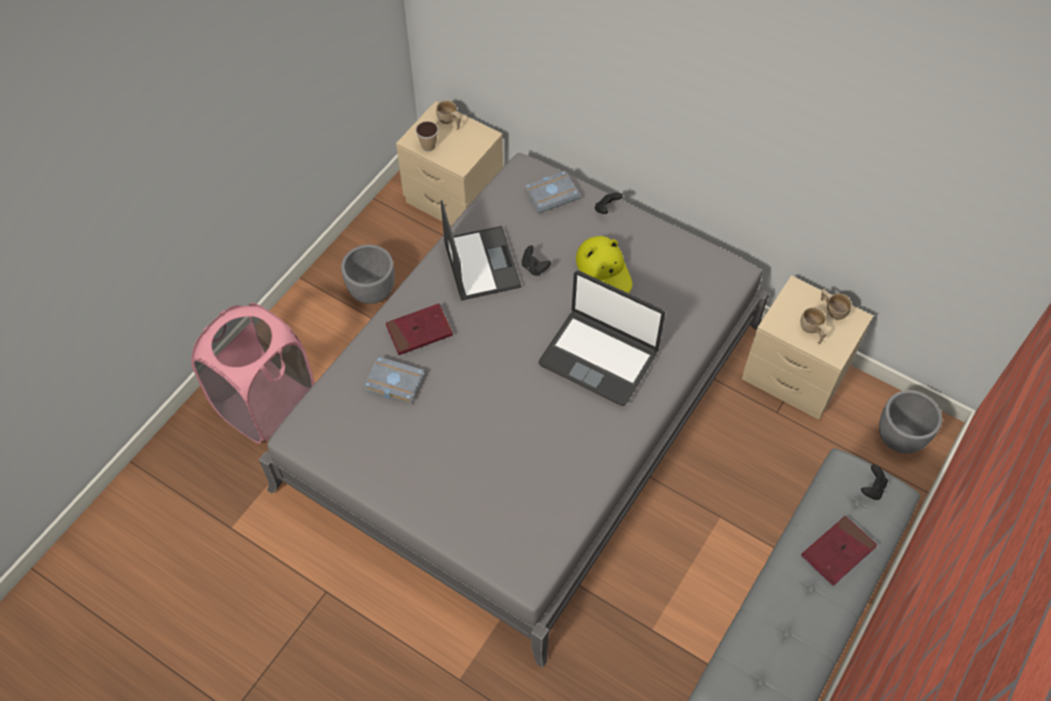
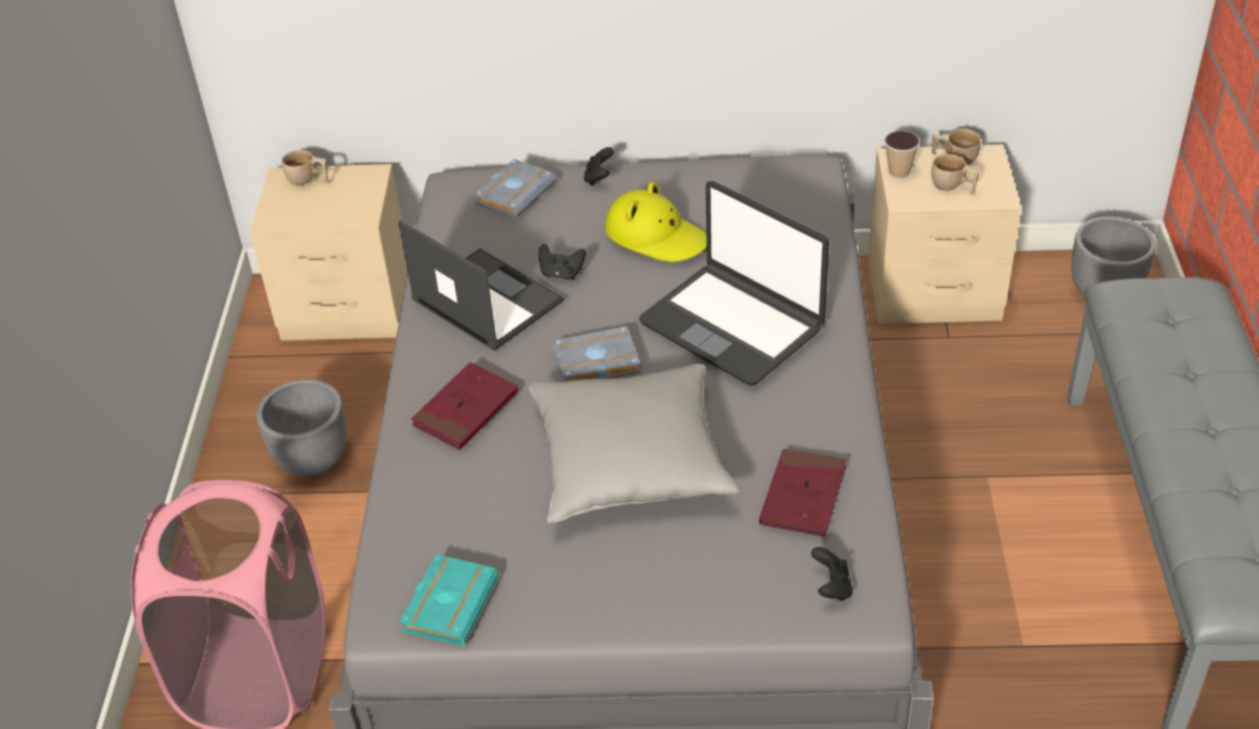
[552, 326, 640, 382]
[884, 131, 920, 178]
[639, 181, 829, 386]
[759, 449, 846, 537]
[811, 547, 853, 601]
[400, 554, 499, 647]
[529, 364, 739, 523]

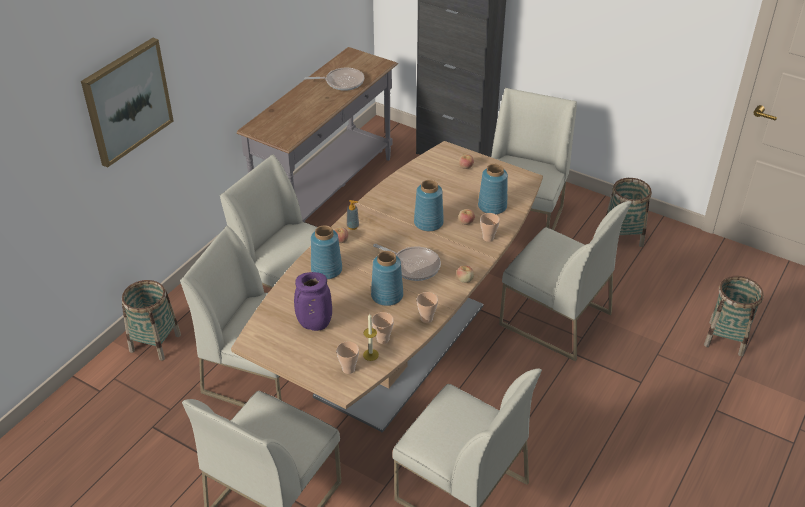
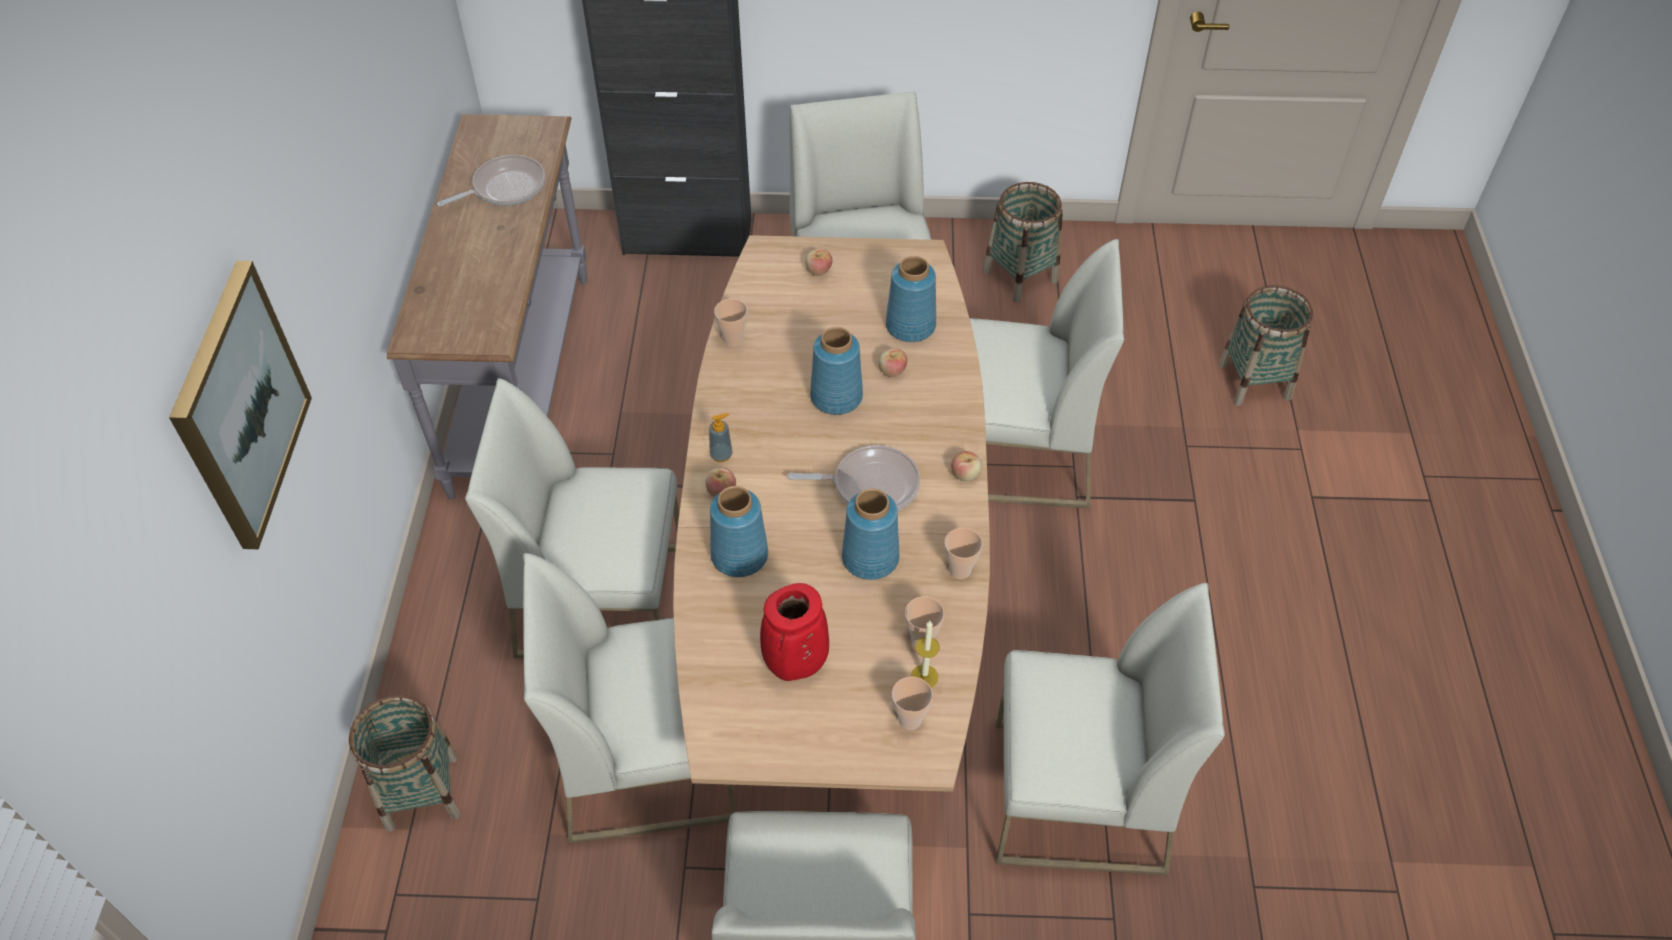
[760, 583, 829, 681]
[714, 299, 747, 347]

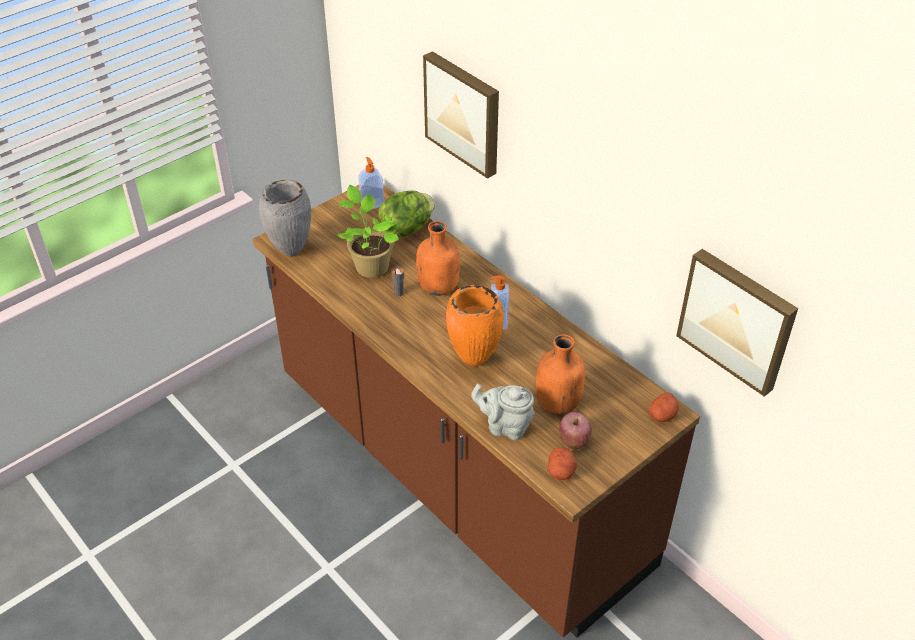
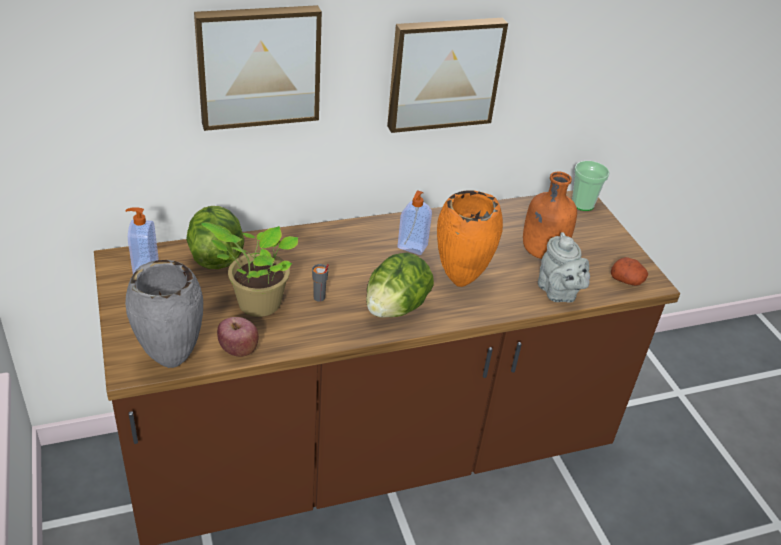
[416, 221, 460, 296] (first image)
[538, 232, 590, 302]
[217, 317, 259, 357]
[572, 161, 610, 211]
[387, 18, 508, 133]
[366, 253, 434, 318]

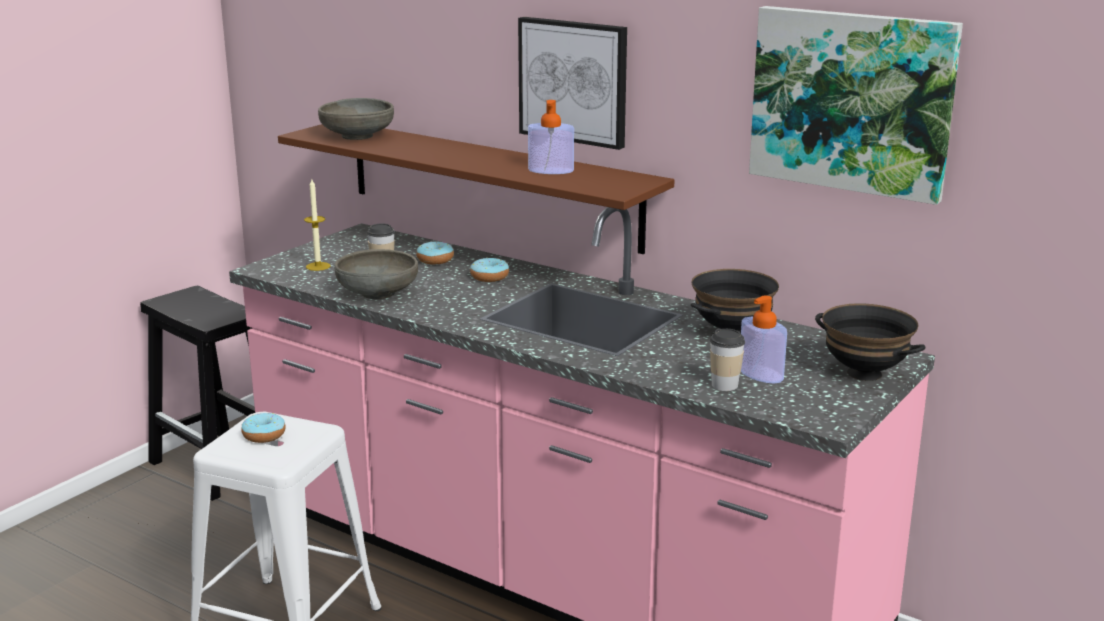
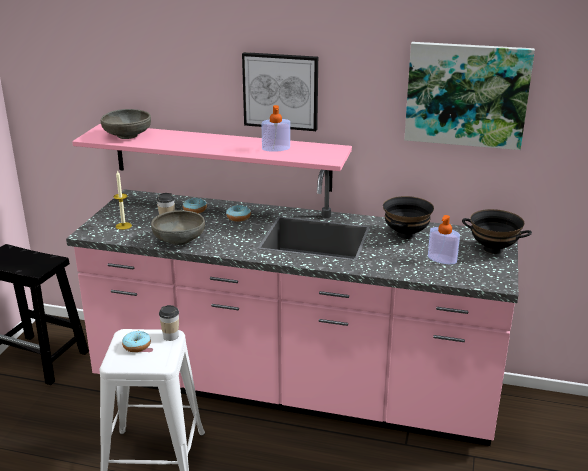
[72, 124, 352, 192]
[159, 305, 179, 341]

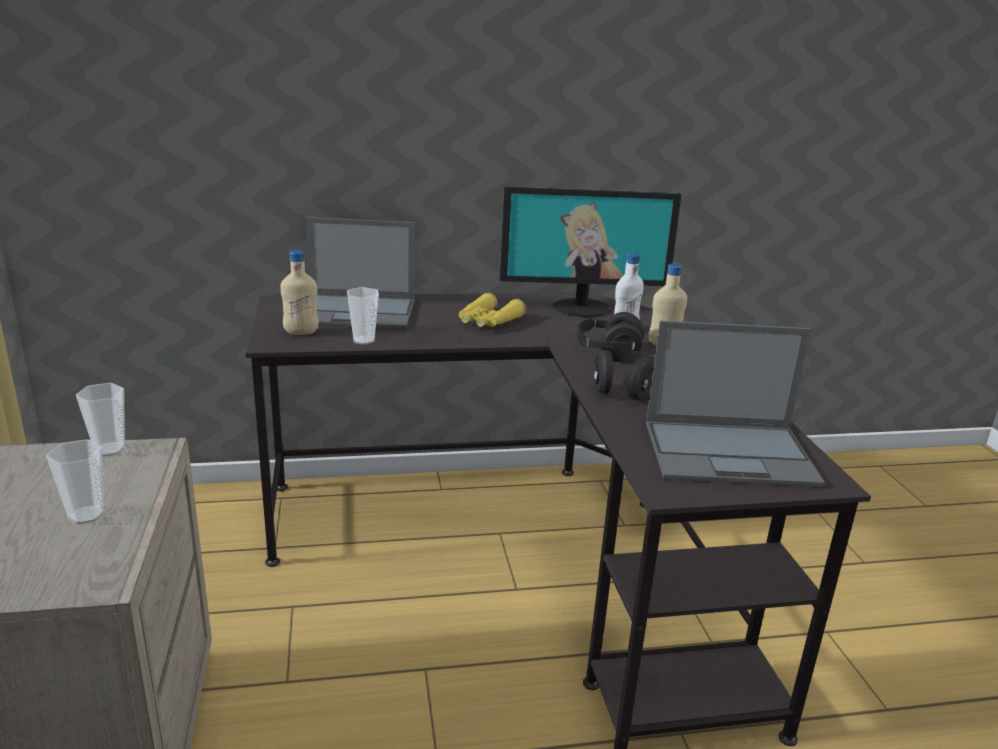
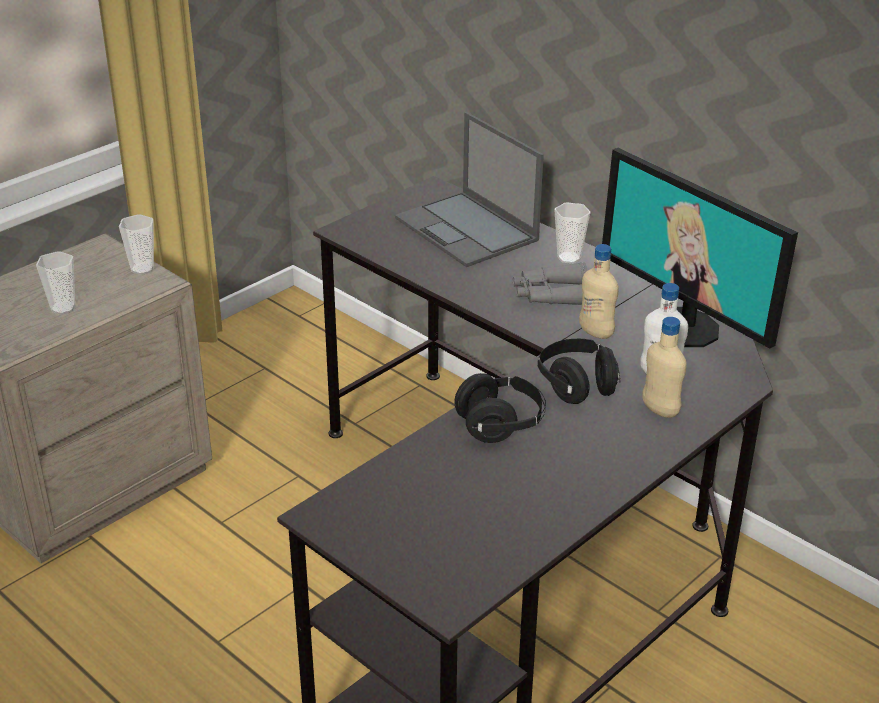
[579, 244, 619, 339]
[554, 203, 591, 264]
[513, 262, 587, 305]
[646, 321, 825, 487] (first image)

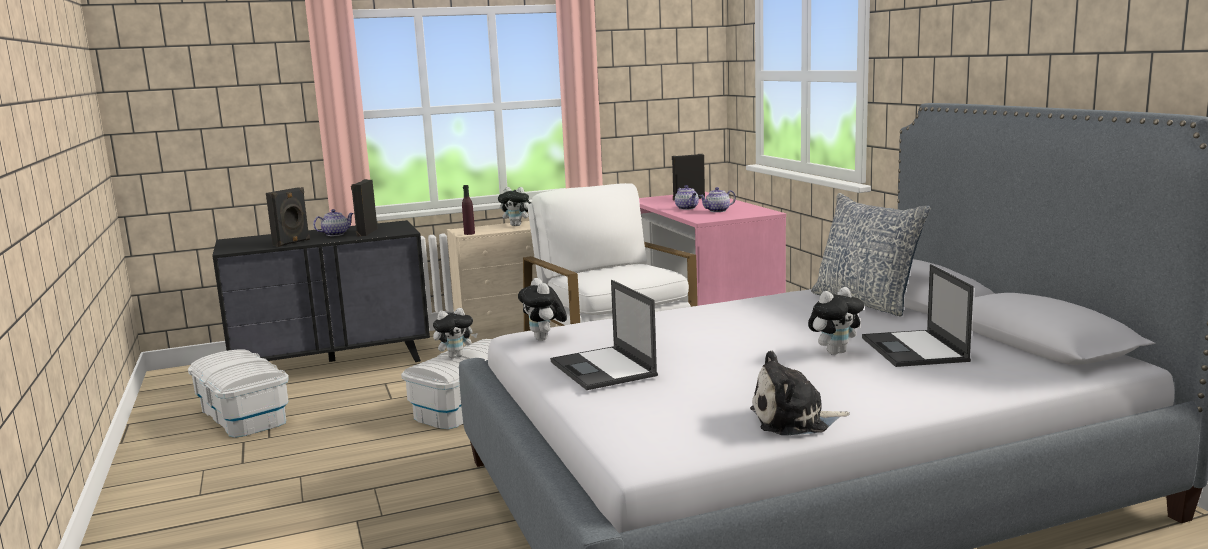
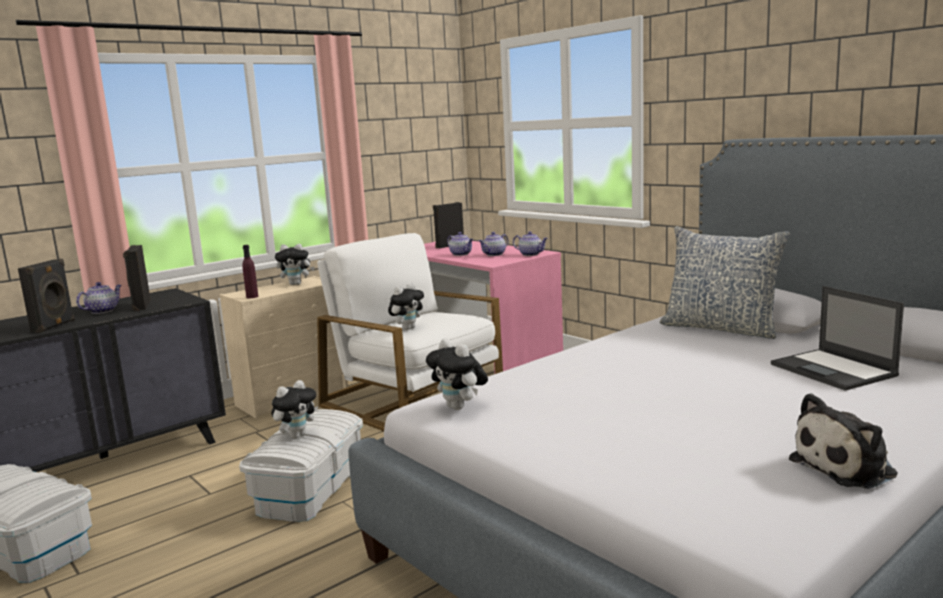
[550, 280, 658, 390] (first image)
[388, 283, 424, 330]
[513, 231, 548, 256]

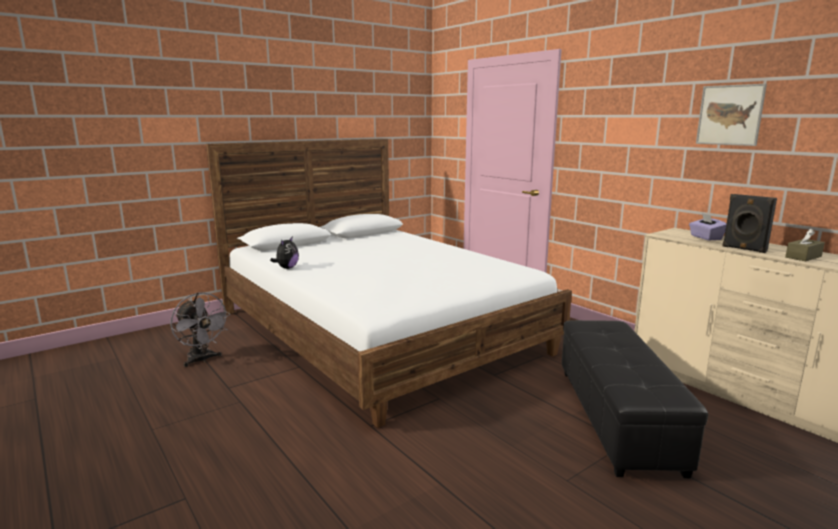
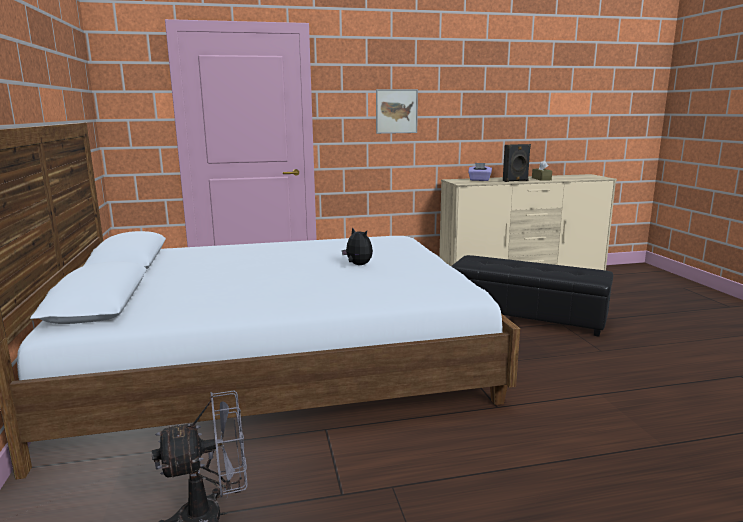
[342, 227, 373, 265]
[376, 89, 418, 134]

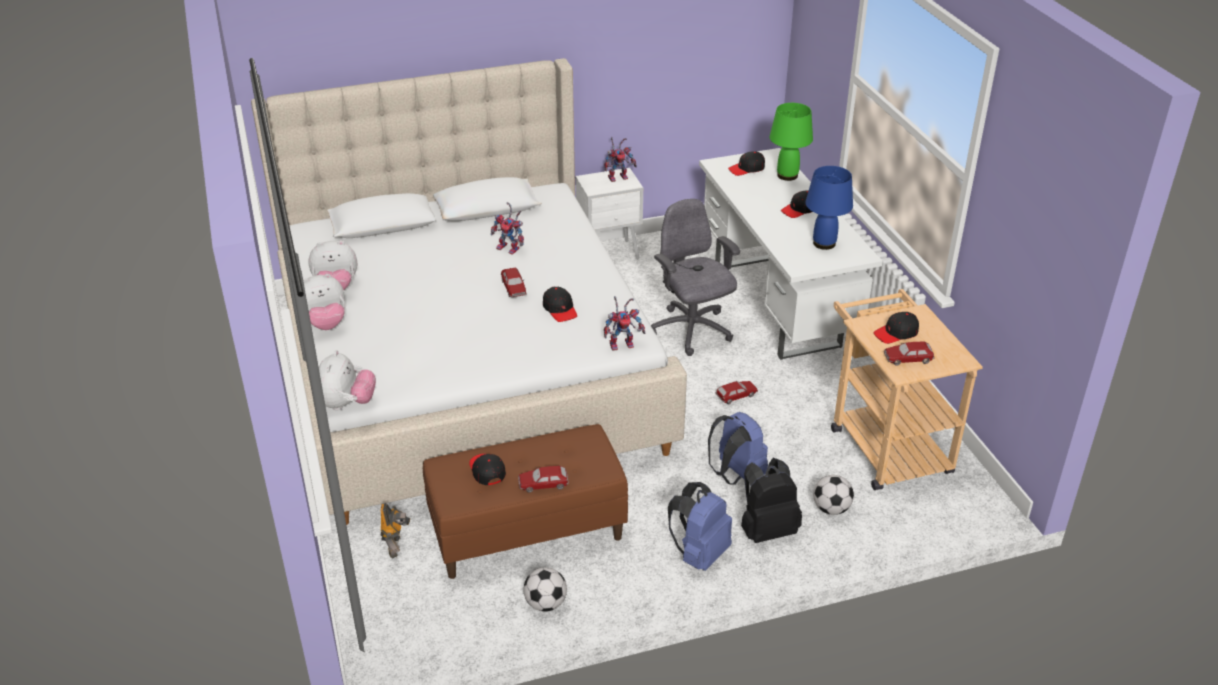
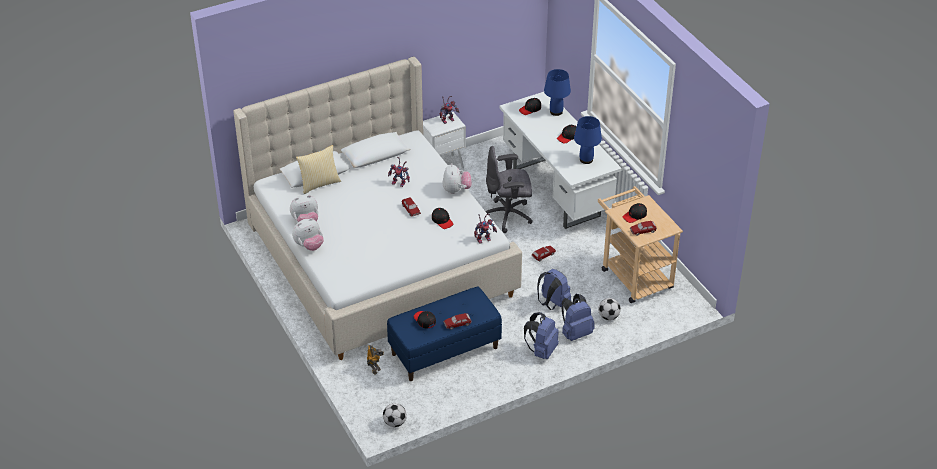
[443, 163, 472, 194]
[387, 286, 502, 381]
[383, 403, 407, 427]
[485, 146, 533, 233]
[561, 294, 595, 341]
[544, 69, 571, 116]
[296, 145, 341, 194]

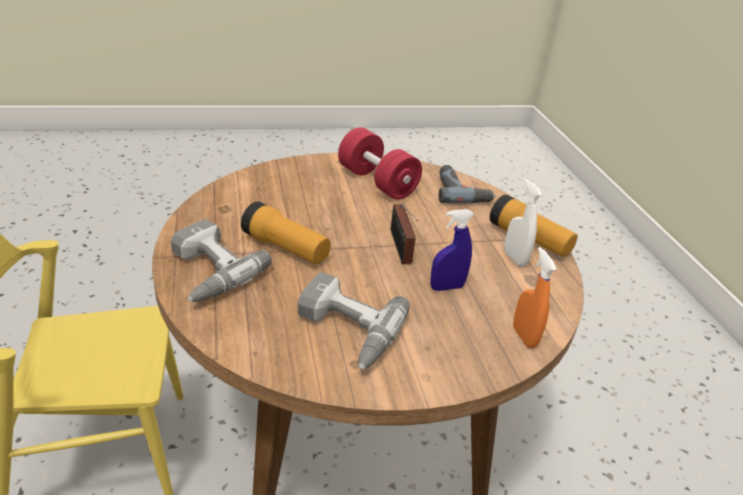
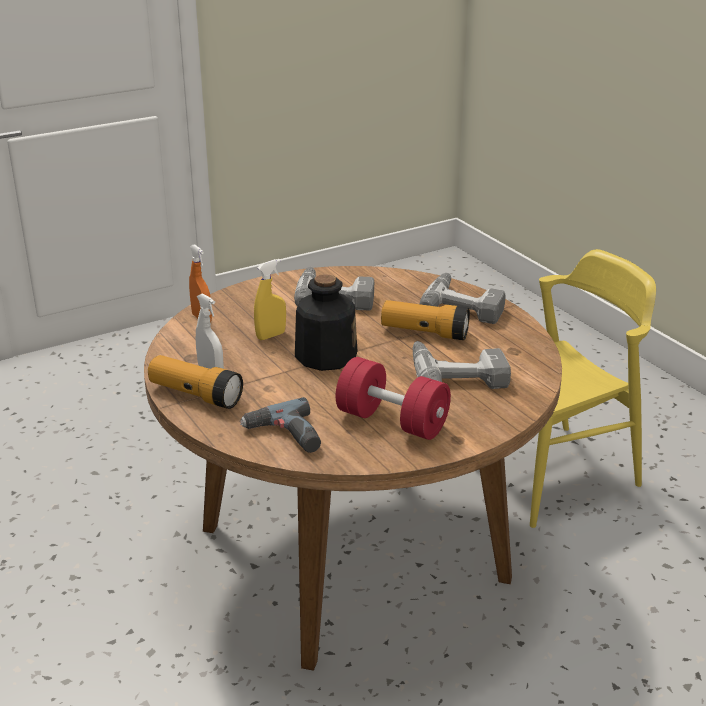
[295, 274, 357, 371]
[254, 259, 286, 340]
[412, 341, 511, 389]

